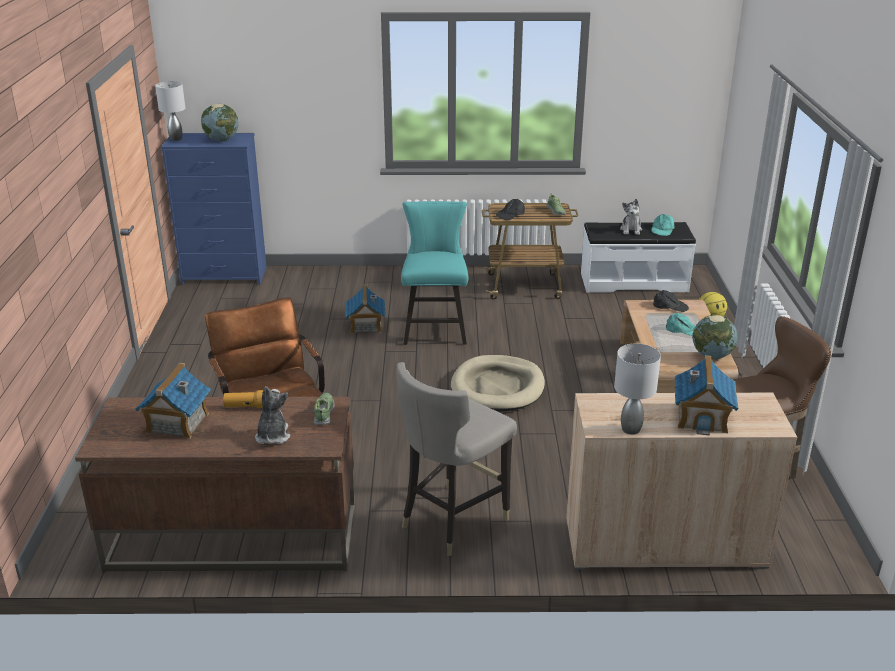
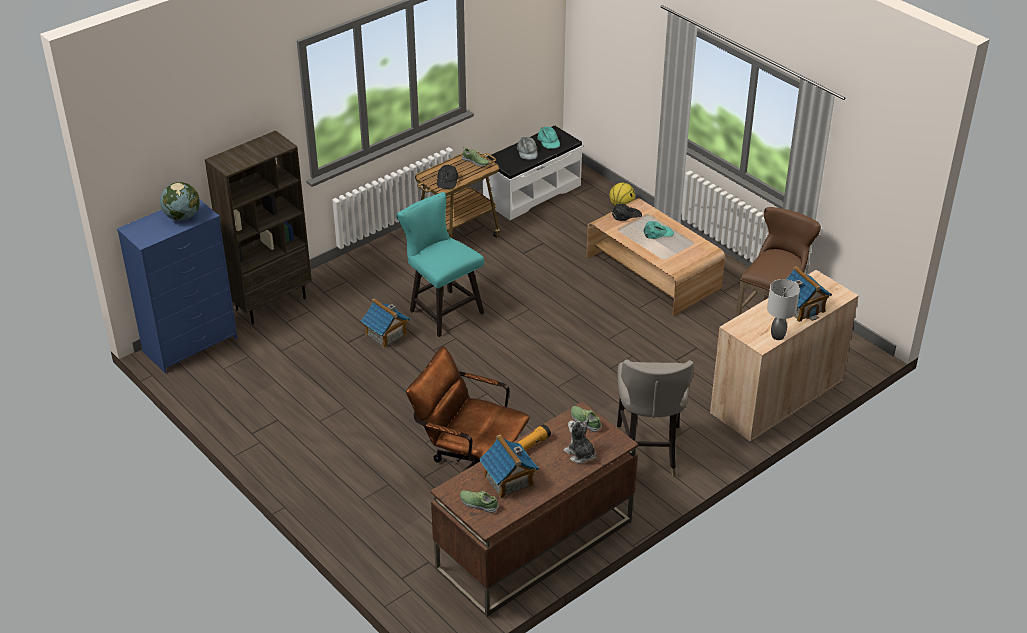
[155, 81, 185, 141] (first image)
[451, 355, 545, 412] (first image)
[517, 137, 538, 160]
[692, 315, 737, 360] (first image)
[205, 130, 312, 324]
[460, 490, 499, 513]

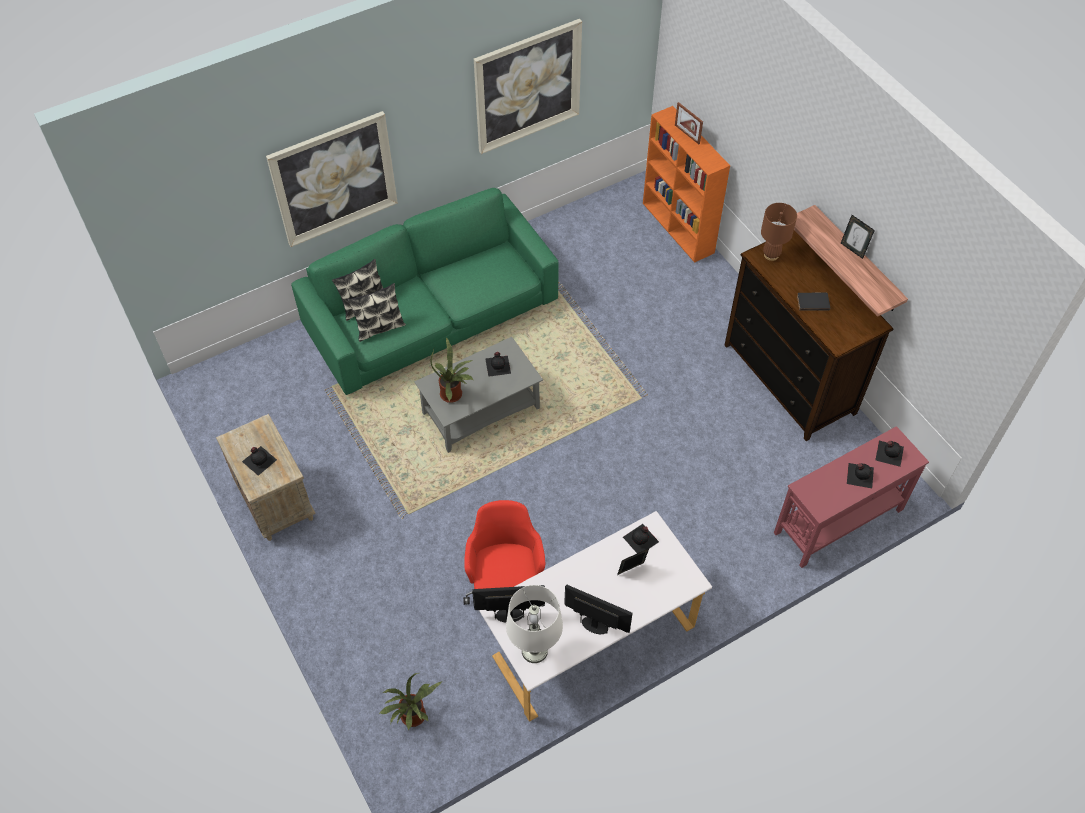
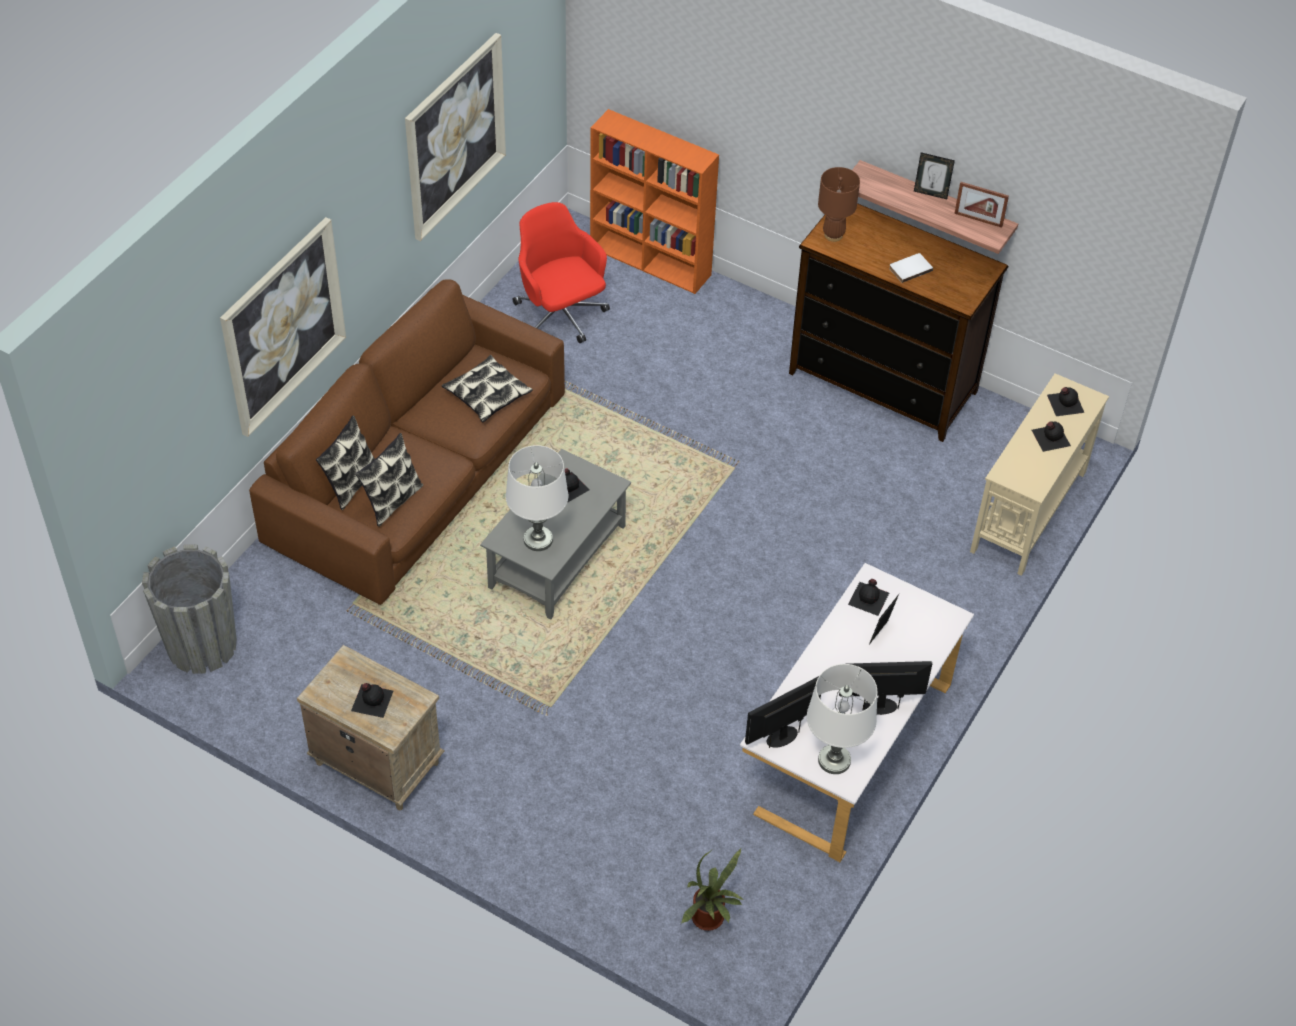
[249, 279, 565, 605]
[506, 445, 568, 551]
[513, 202, 610, 343]
[954, 182, 1009, 228]
[970, 373, 1109, 576]
[889, 253, 933, 283]
[142, 544, 237, 674]
[442, 355, 533, 422]

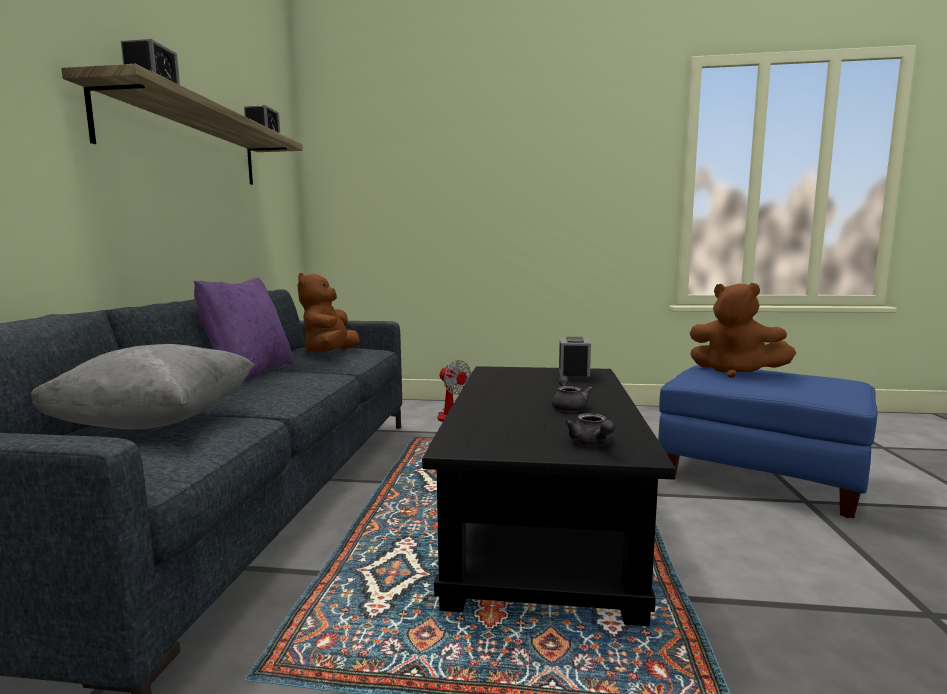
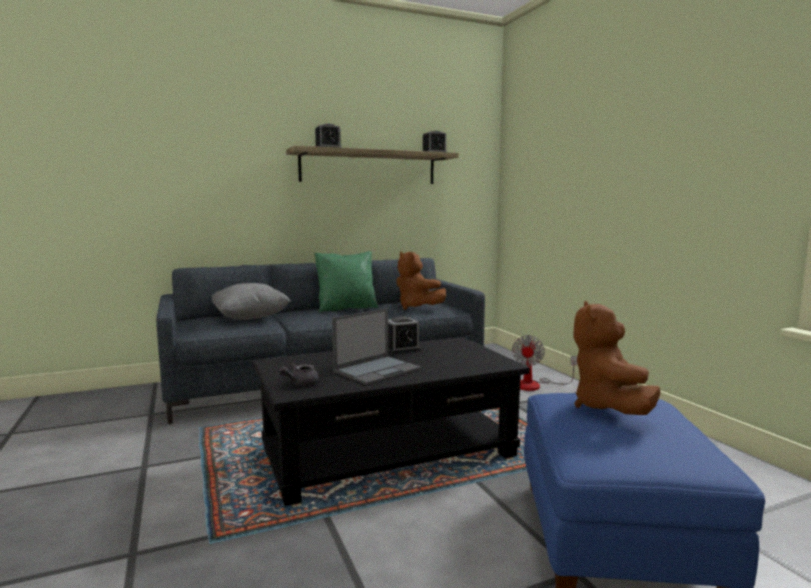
[314, 251, 378, 312]
[396, 251, 446, 310]
[332, 308, 421, 385]
[388, 316, 421, 354]

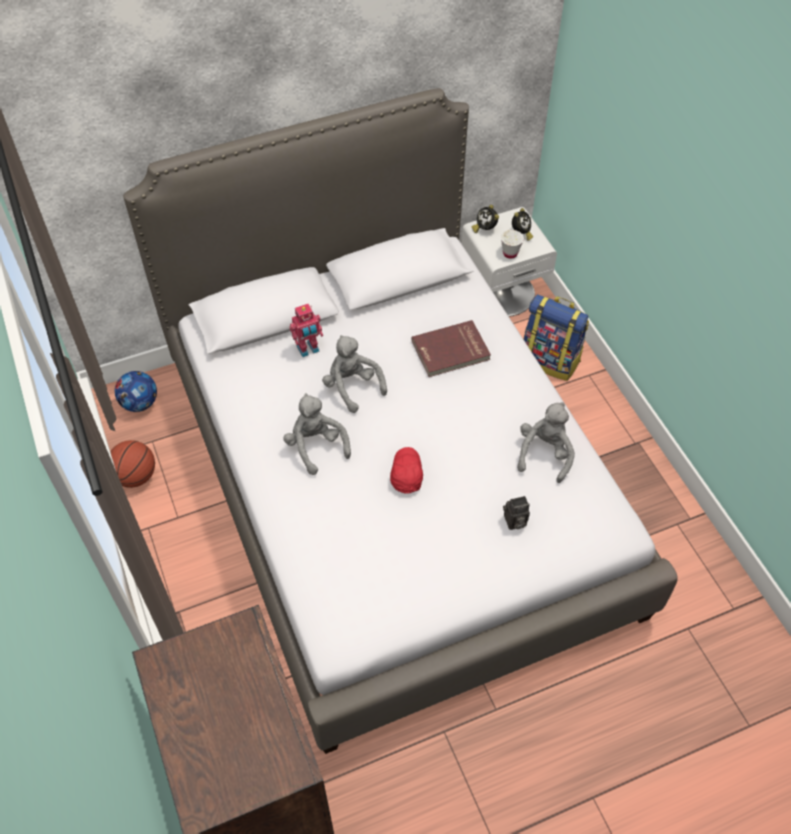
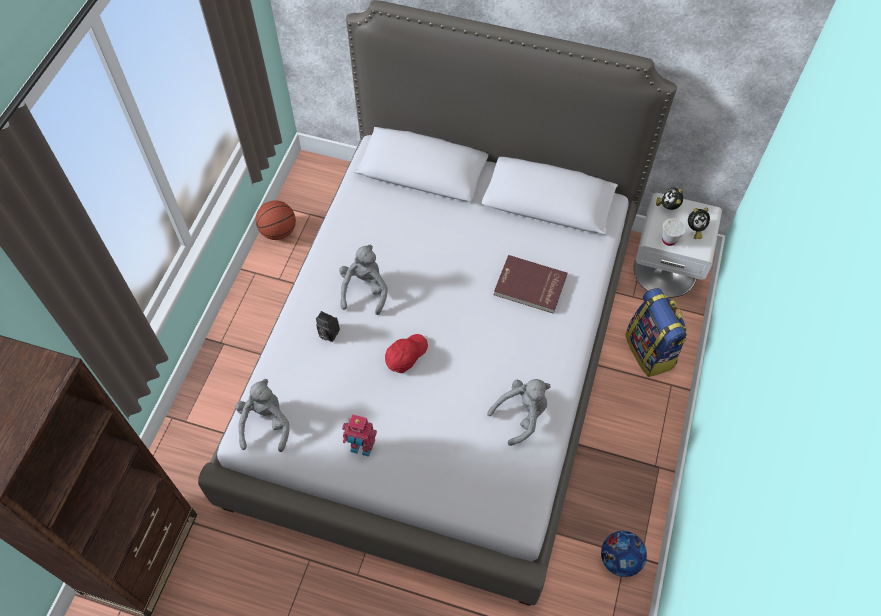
[601, 531, 647, 577]
[342, 414, 377, 457]
[235, 379, 289, 452]
[316, 311, 340, 342]

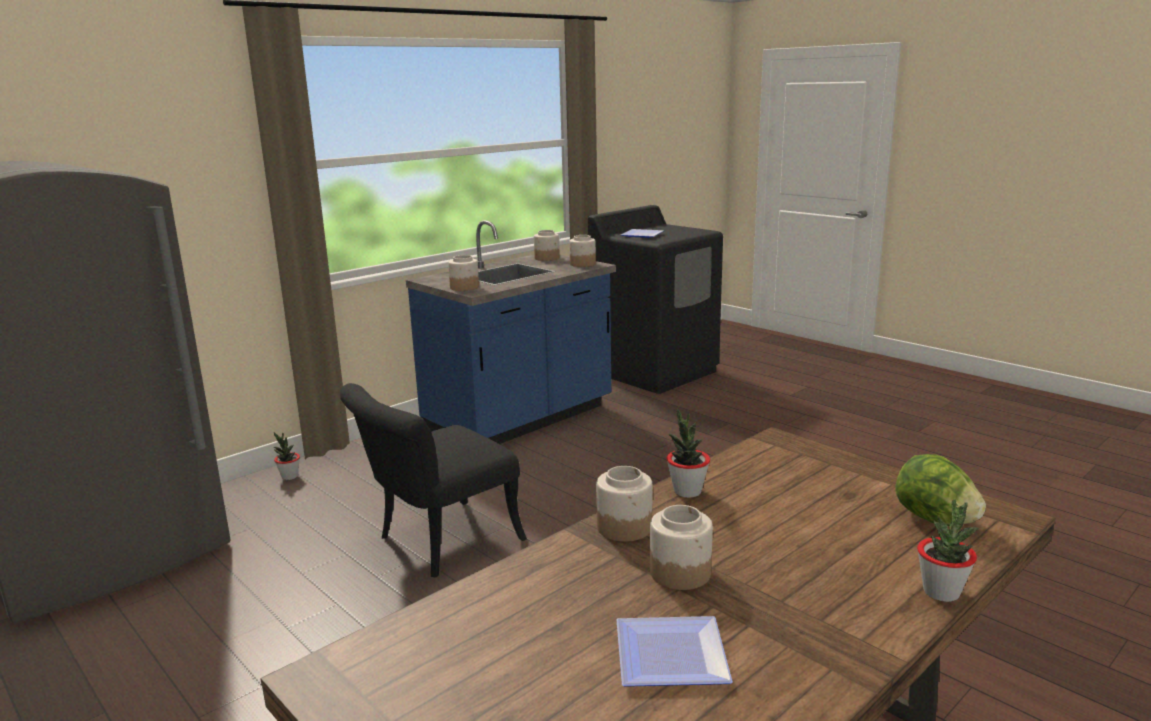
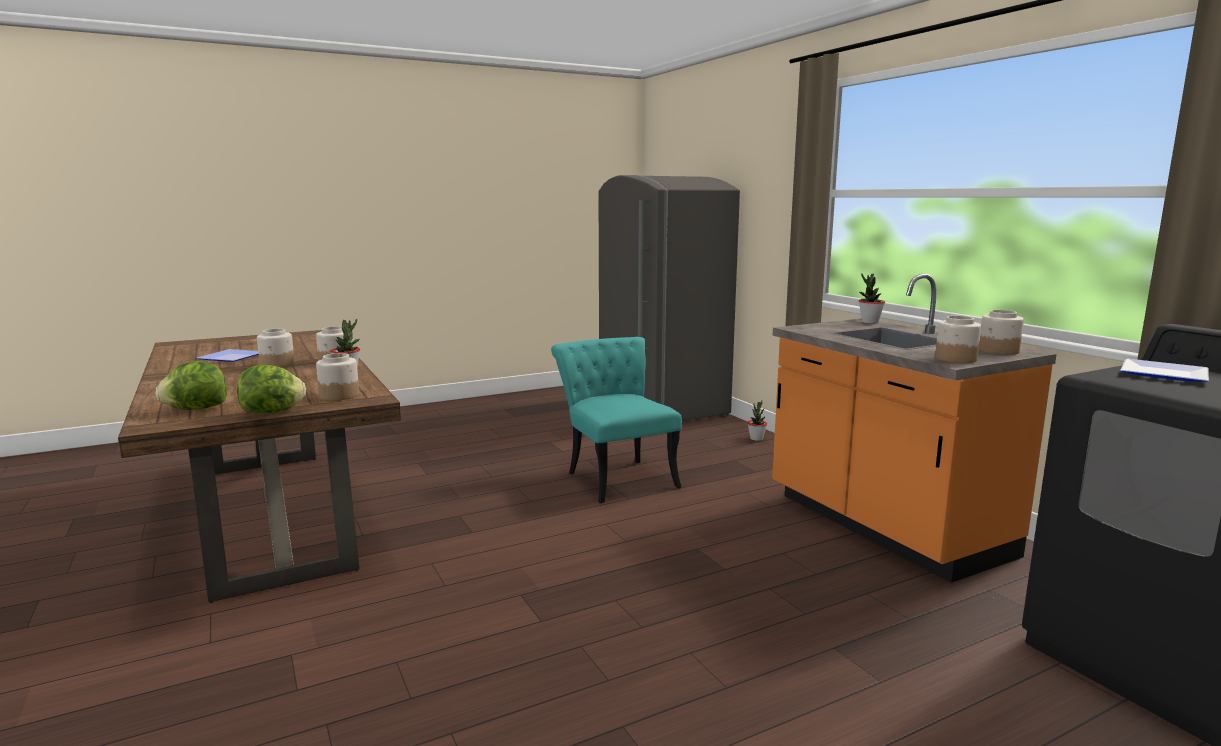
[551, 337, 682, 503]
[772, 274, 1057, 583]
[316, 353, 359, 401]
[859, 274, 885, 324]
[237, 364, 306, 414]

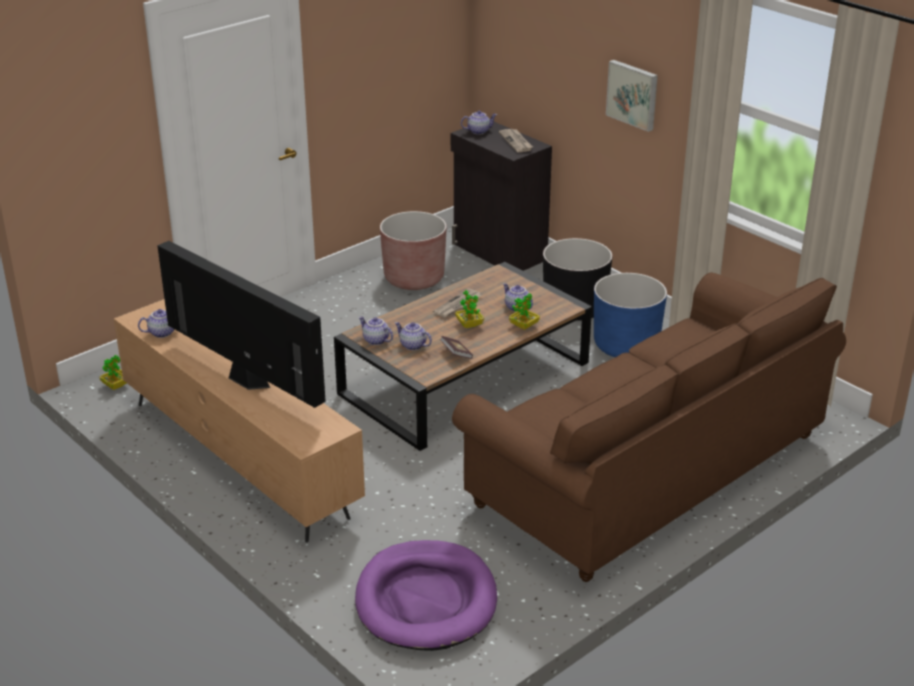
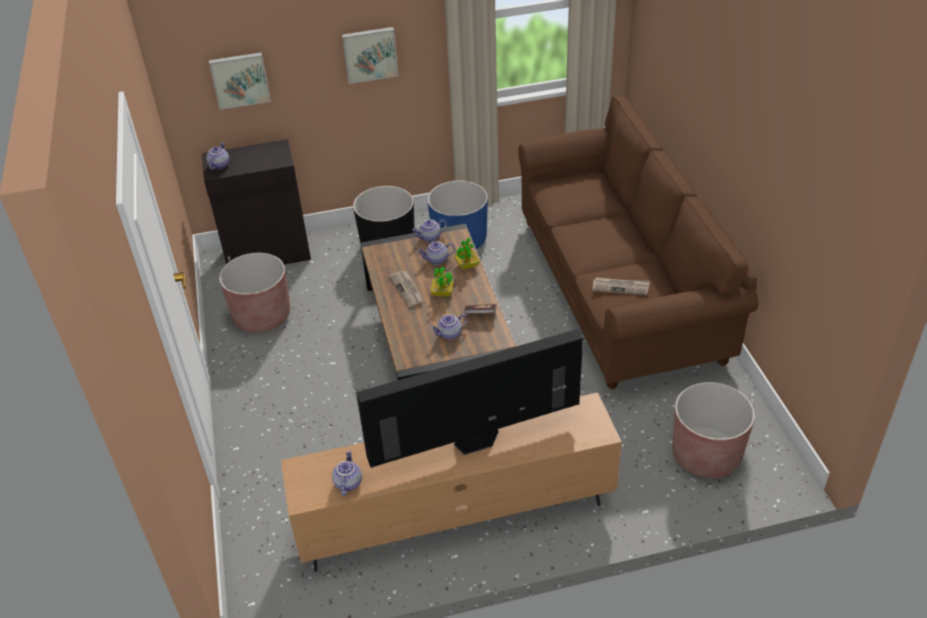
[100, 355, 127, 390] (first image)
[672, 382, 755, 478]
[412, 220, 447, 242]
[592, 277, 650, 295]
[209, 52, 271, 110]

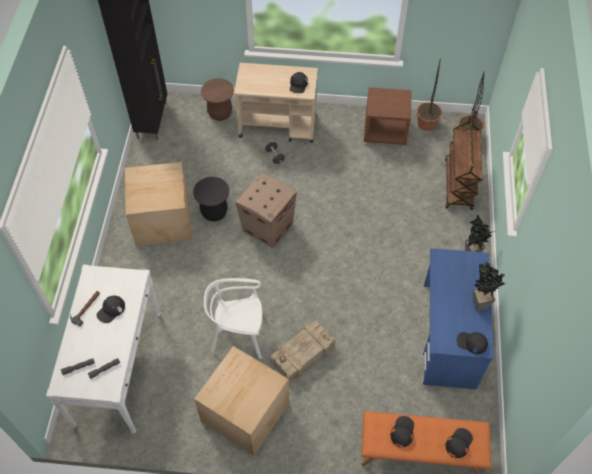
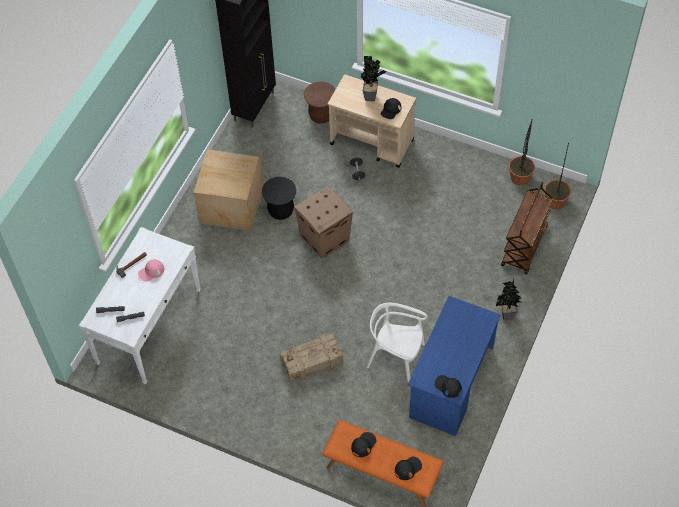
[138, 259, 164, 282]
[194, 346, 289, 456] (first image)
[367, 303, 428, 383]
[364, 87, 412, 145] (first image)
[361, 56, 387, 102]

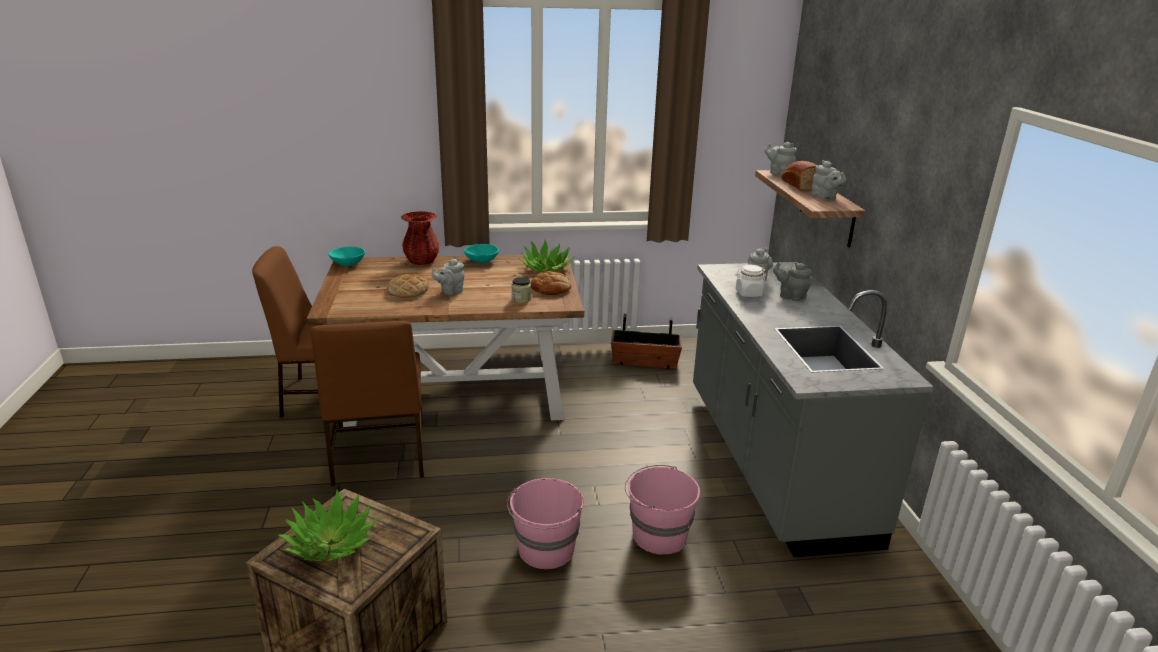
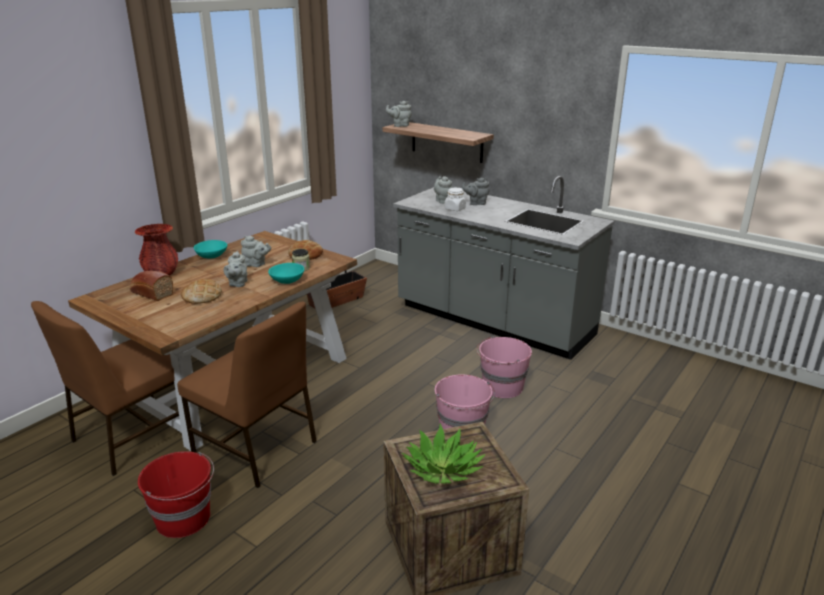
[268, 263, 304, 284]
[519, 240, 575, 273] (first image)
[130, 271, 173, 301]
[241, 236, 271, 267]
[138, 451, 214, 538]

